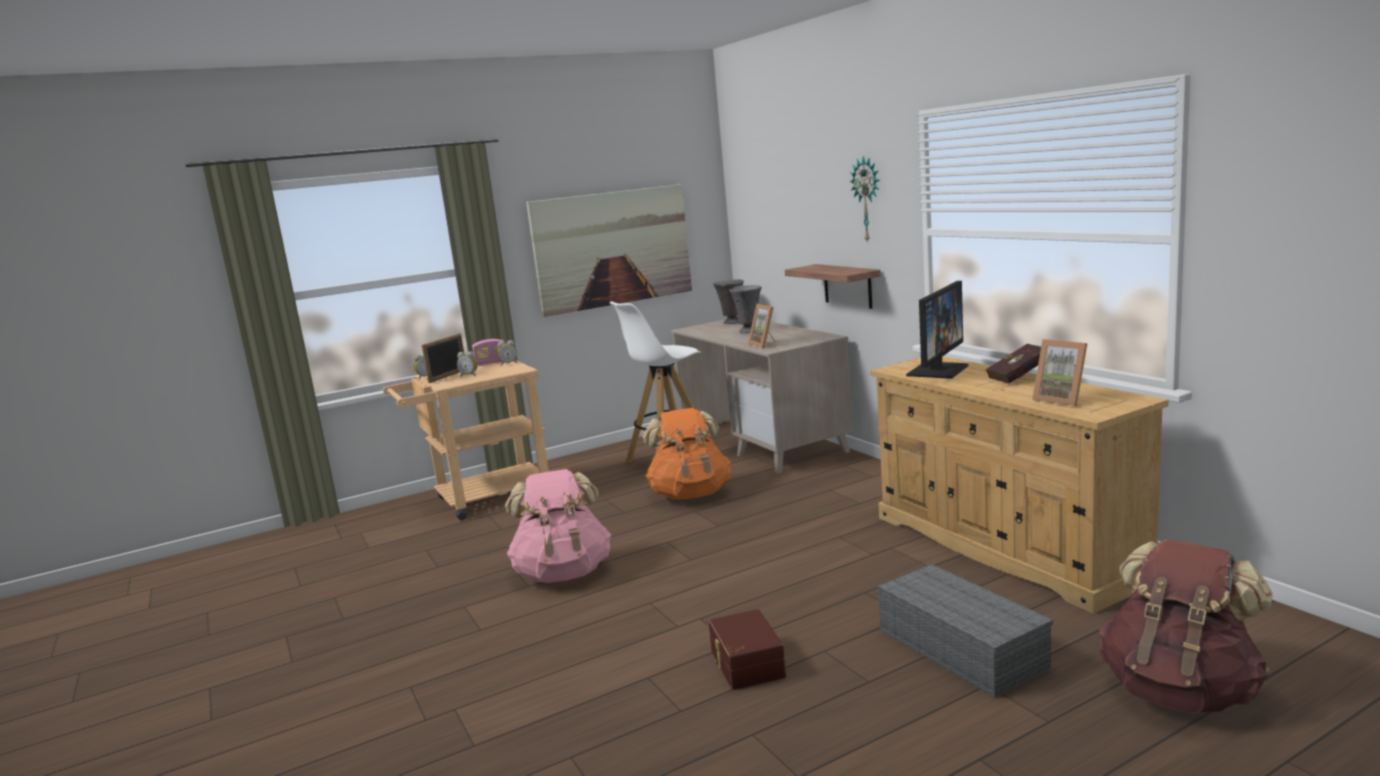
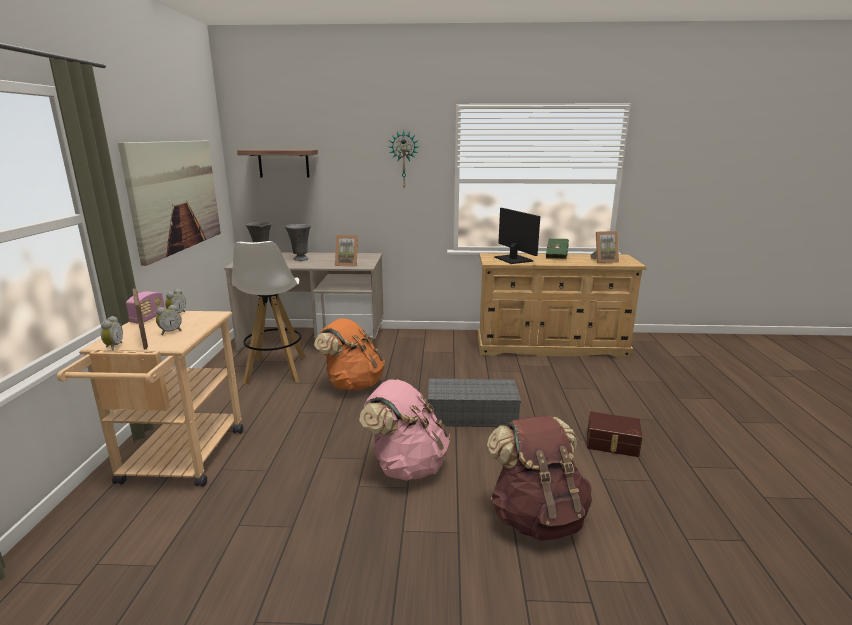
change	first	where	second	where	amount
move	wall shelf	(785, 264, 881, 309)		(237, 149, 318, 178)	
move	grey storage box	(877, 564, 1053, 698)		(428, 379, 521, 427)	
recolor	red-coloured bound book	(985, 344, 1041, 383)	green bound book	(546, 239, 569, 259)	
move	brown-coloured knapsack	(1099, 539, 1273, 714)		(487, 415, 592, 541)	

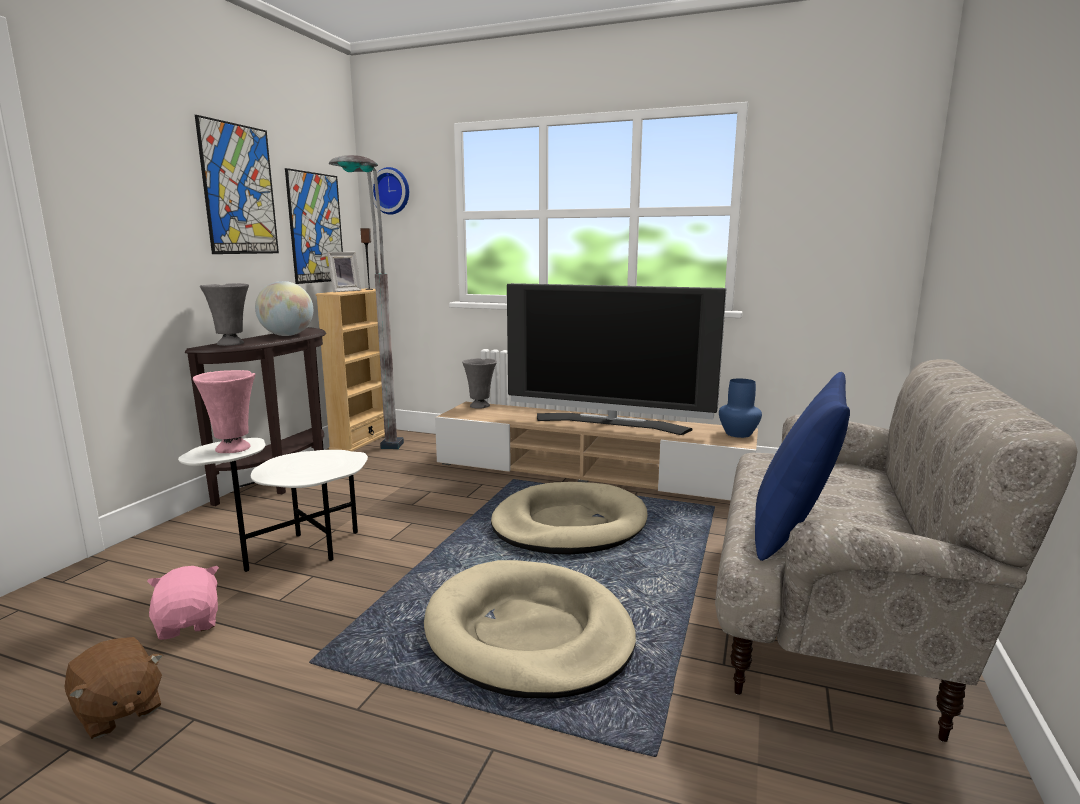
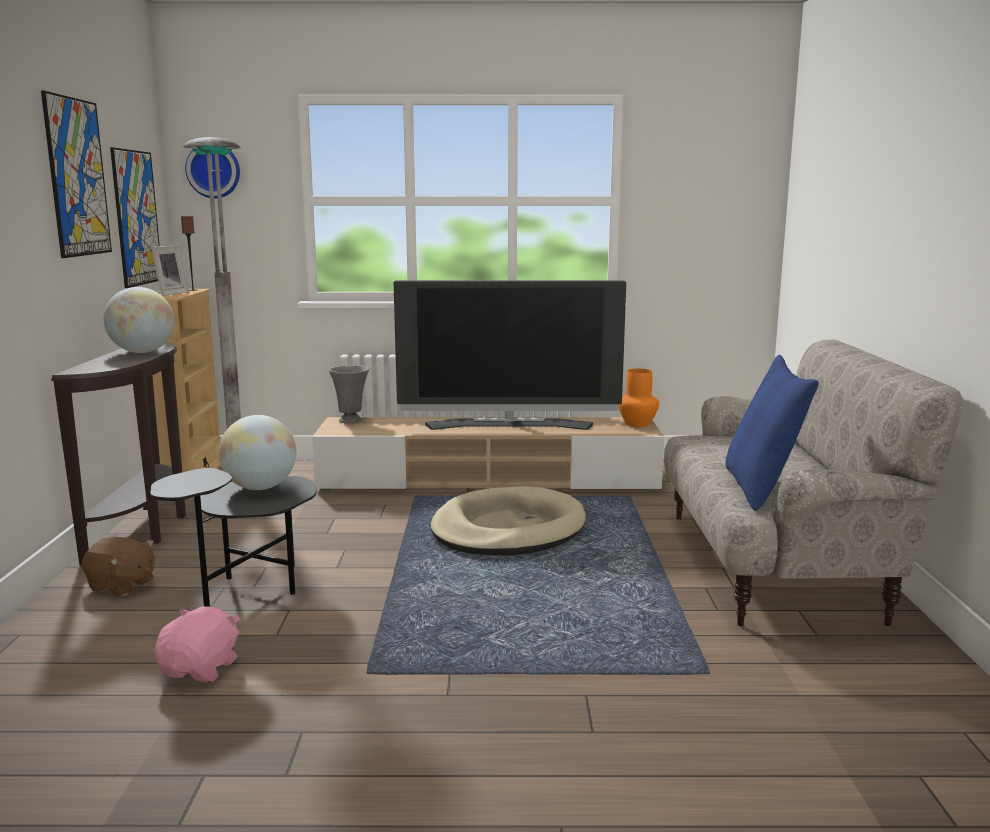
change	first	where	second	where	amount
move	brown-coloured soft toy	(65, 637, 163, 739)		(82, 537, 155, 596)	
rotate	pinkish soft toy	(147, 566, 219, 640)		(155, 606, 240, 683)	60 degrees clockwise
recolor	white end table	(178, 438, 368, 572)	black-coloured end table	(150, 468, 317, 607)	
delete	pinkish vase	(193, 370, 255, 453)			
delete	grey vase	(200, 283, 249, 346)			
delete	sand-coloured pet bed	(424, 560, 636, 698)			
recolor	blue vase	(719, 379, 762, 438)	orange-coloured vase	(619, 369, 659, 427)	
insert			world globe	(219, 415, 296, 490)	

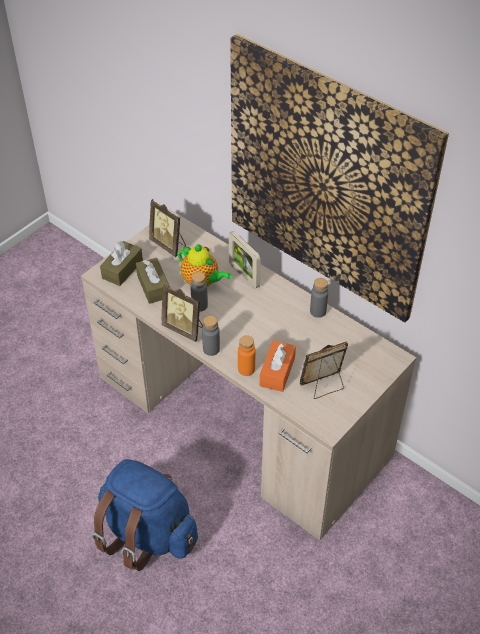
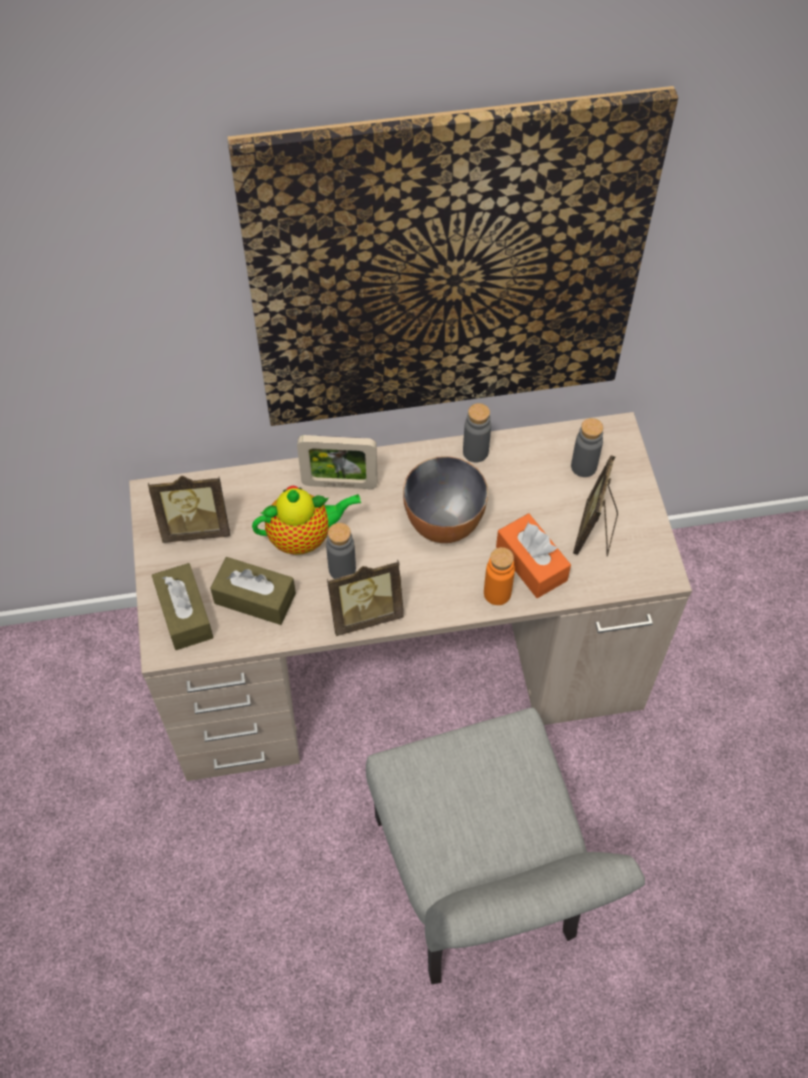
change	first	where	second	where	amount
replace	blue knapsack	(92, 459, 198, 571)	grey chair	(366, 708, 645, 984)	
move	grey bottle	(202, 316, 220, 356)		(571, 418, 603, 477)	
insert			serving bowl	(403, 456, 488, 543)	

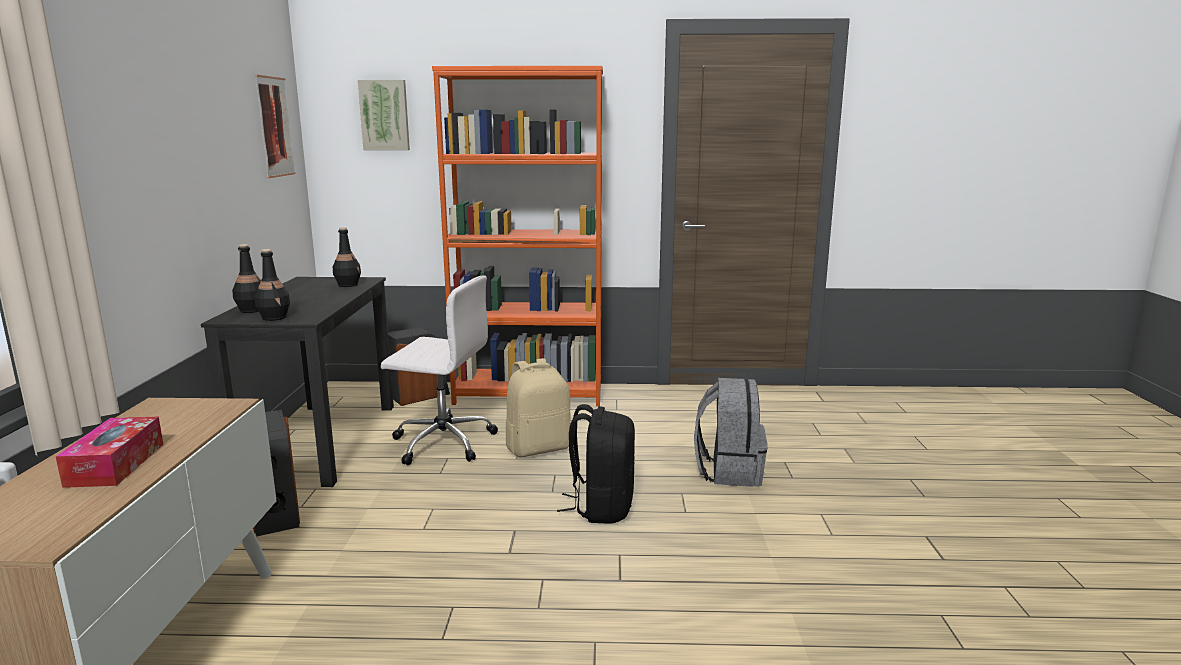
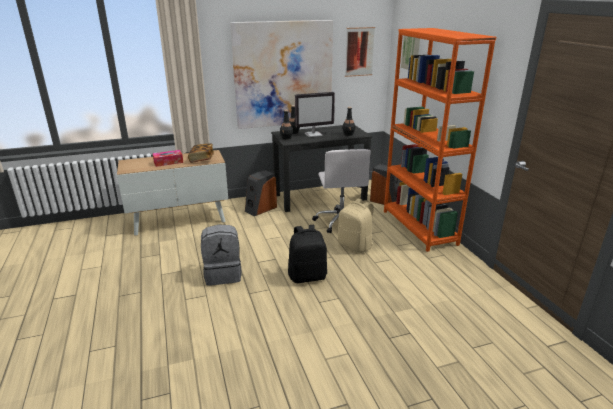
change	first	where	second	where	amount
move	grey knapsack	(694, 378, 768, 487)		(201, 224, 242, 286)	
insert			bound book	(188, 144, 214, 163)	
insert			wall art	(230, 20, 333, 129)	
insert			computer screen	(295, 92, 335, 137)	

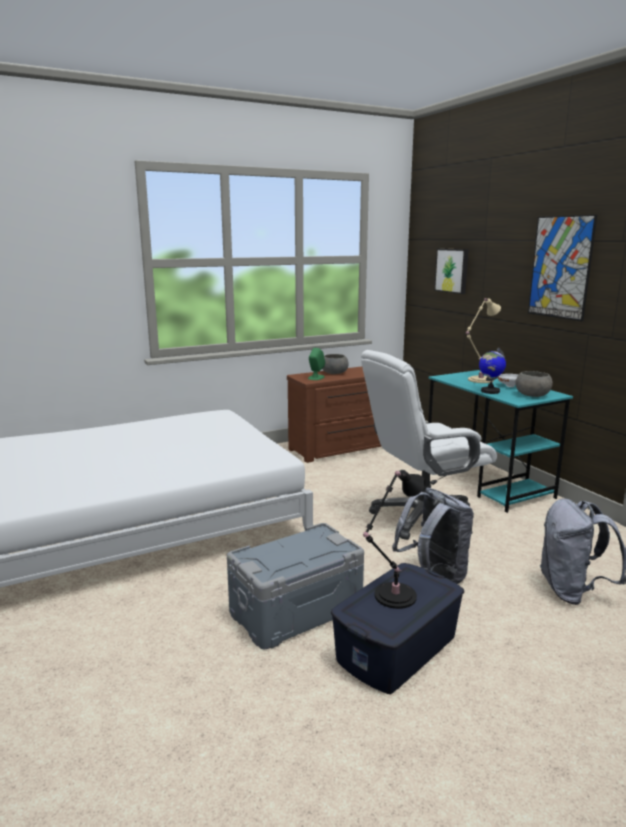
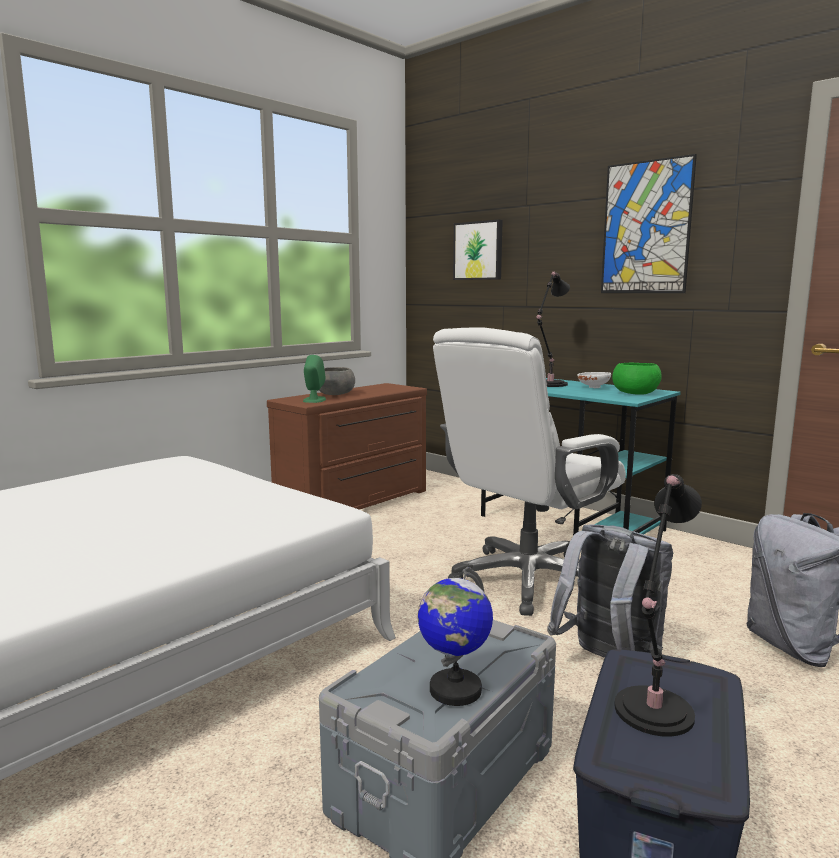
change	first	where	second	where	amount
recolor	sand-coloured lamp for a table	(466, 298, 501, 383)	black-coloured lamp for a table	(536, 272, 570, 387)	
move	world globe	(479, 348, 506, 394)		(418, 567, 493, 706)	
recolor	grey serving bowl	(515, 371, 553, 397)	green serving bowl	(612, 363, 662, 395)	

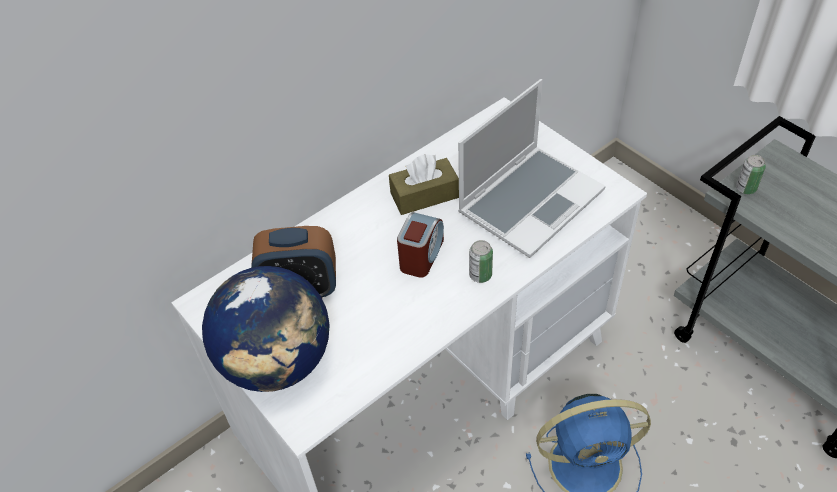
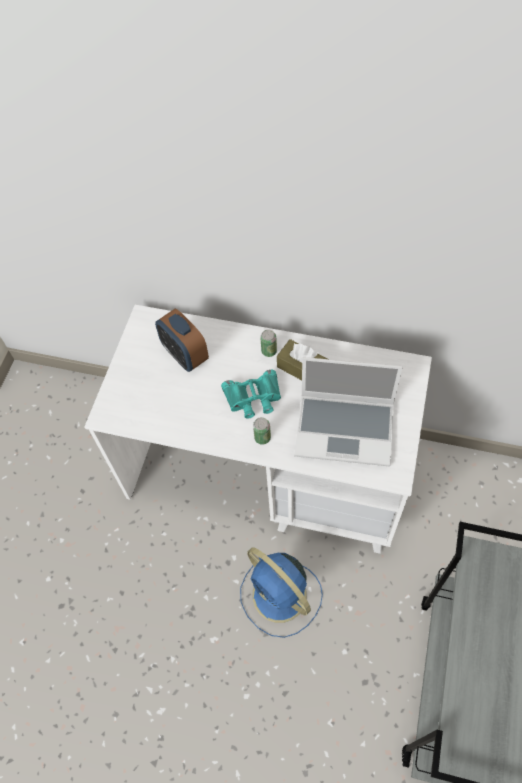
change	first	where	second	where	amount
delete	world globe	(202, 266, 329, 392)			
replace	table clock	(397, 212, 444, 278)	turquoise pair of binoculars	(221, 370, 281, 419)	
move	sealed can	(736, 155, 766, 194)		(260, 329, 277, 357)	

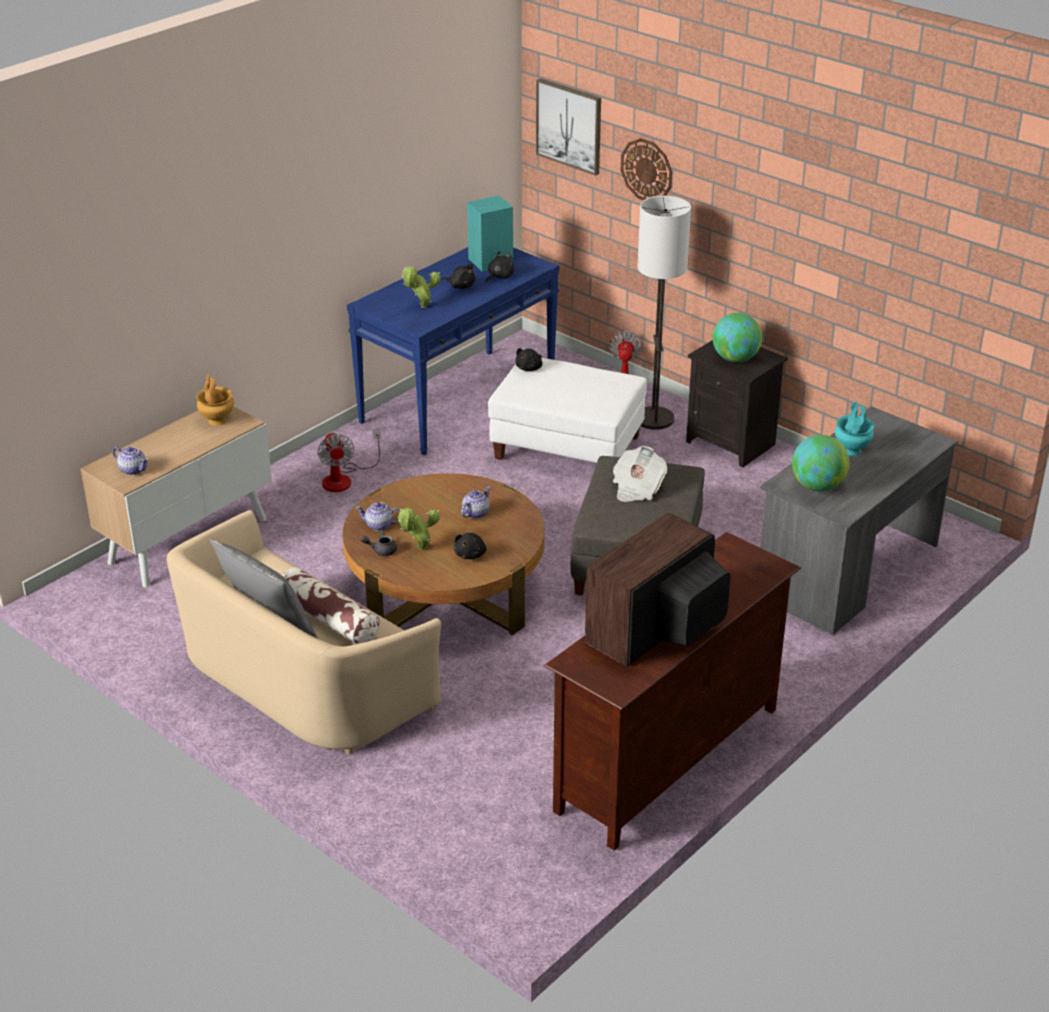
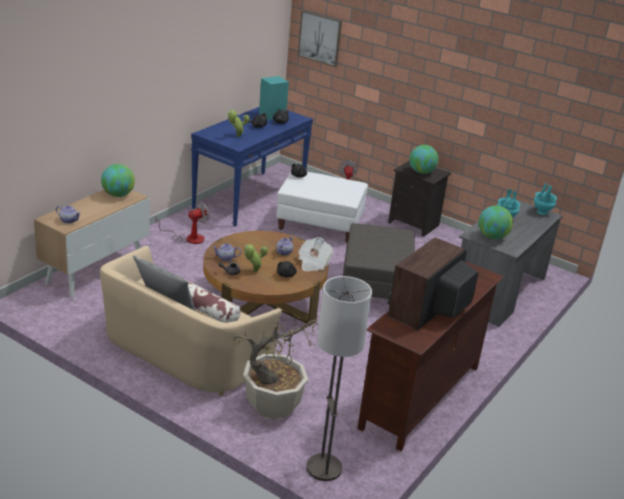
change	first	where	second	where	amount
replace	brown-coloured vase	(196, 374, 234, 426)	world globe	(101, 164, 135, 197)	
rotate	electric fan	(317, 428, 381, 492)		(155, 202, 210, 244)	105 degrees counterclockwise
move	newspaper	(613, 446, 668, 502)		(298, 237, 333, 271)	
delete	clock on the wall	(621, 138, 672, 200)			
move	standing lamp	(638, 196, 691, 430)		(306, 276, 372, 481)	
insert			potted plant	(233, 318, 317, 419)	
insert			turquoise vase	(534, 183, 557, 215)	

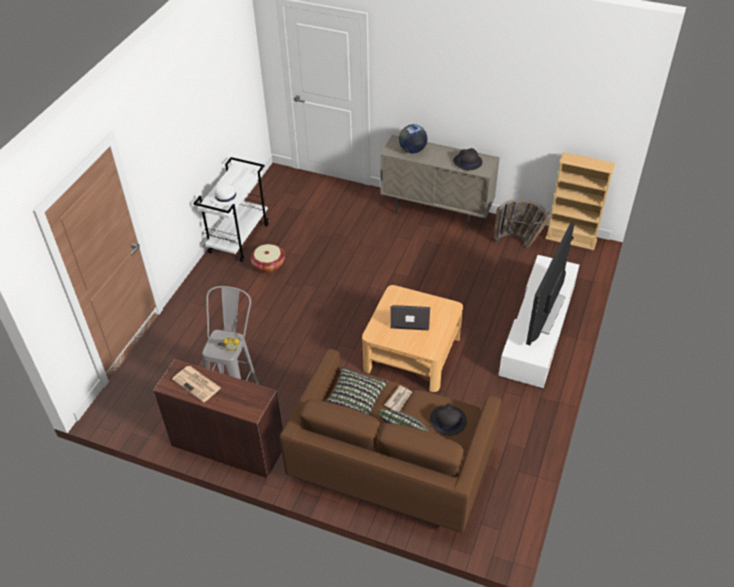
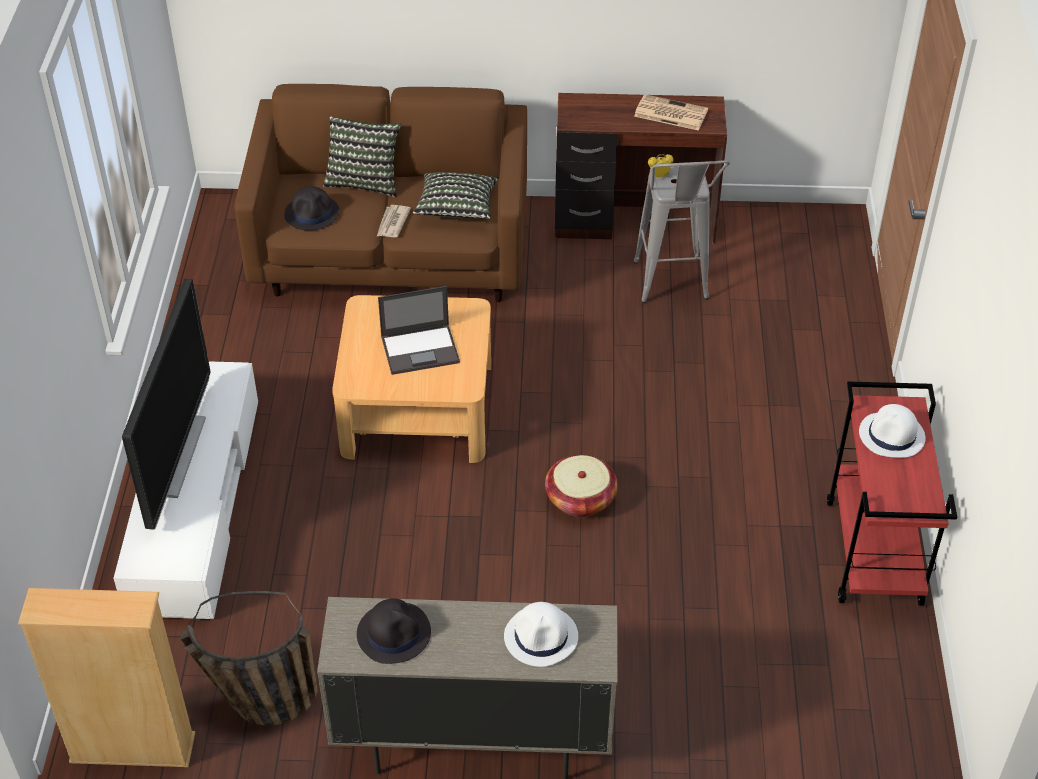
change	first	where	second	where	amount
recolor	white trolley	(193, 157, 269, 262)	red-coloured trolley	(827, 382, 957, 606)	
move	household basket	(251, 244, 285, 273)		(545, 455, 618, 517)	
replace	world globe	(399, 124, 427, 153)	white hat	(504, 602, 578, 667)	

